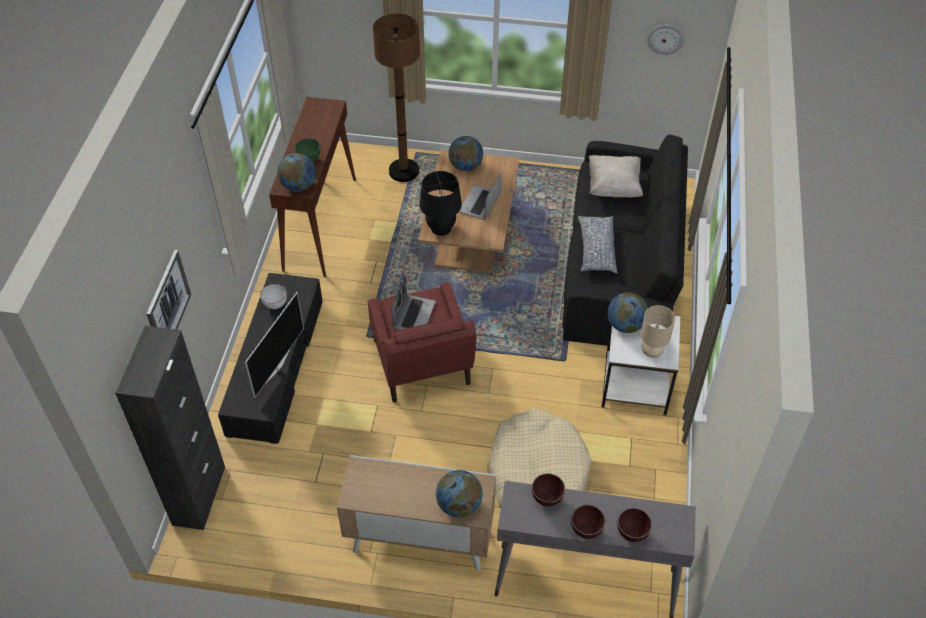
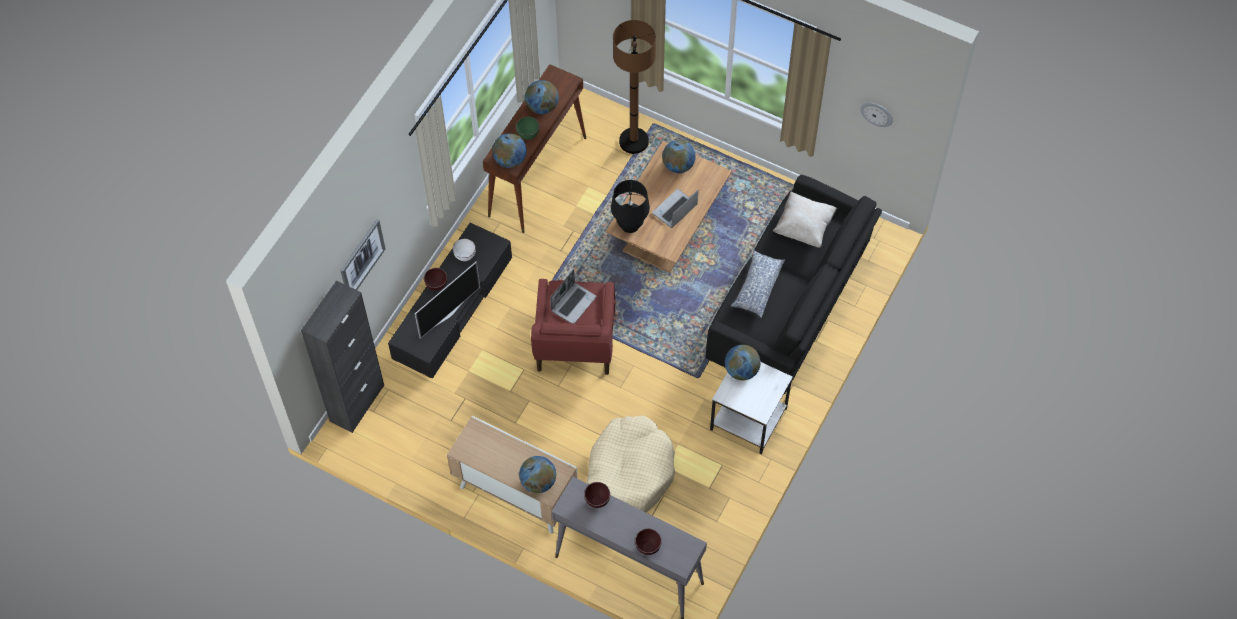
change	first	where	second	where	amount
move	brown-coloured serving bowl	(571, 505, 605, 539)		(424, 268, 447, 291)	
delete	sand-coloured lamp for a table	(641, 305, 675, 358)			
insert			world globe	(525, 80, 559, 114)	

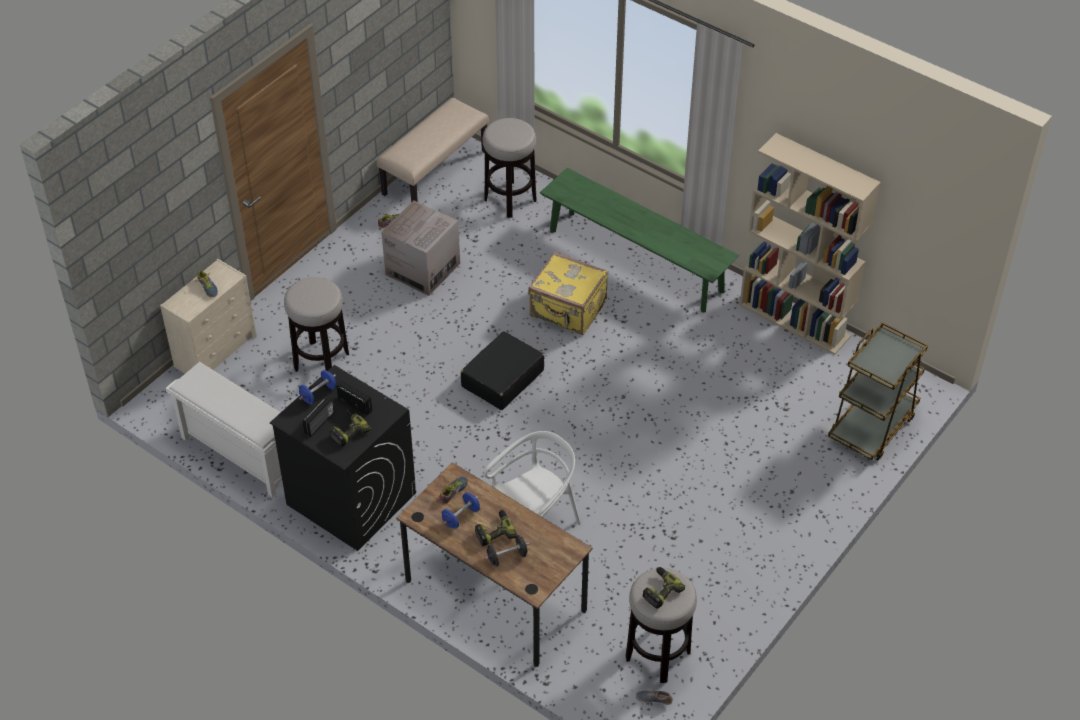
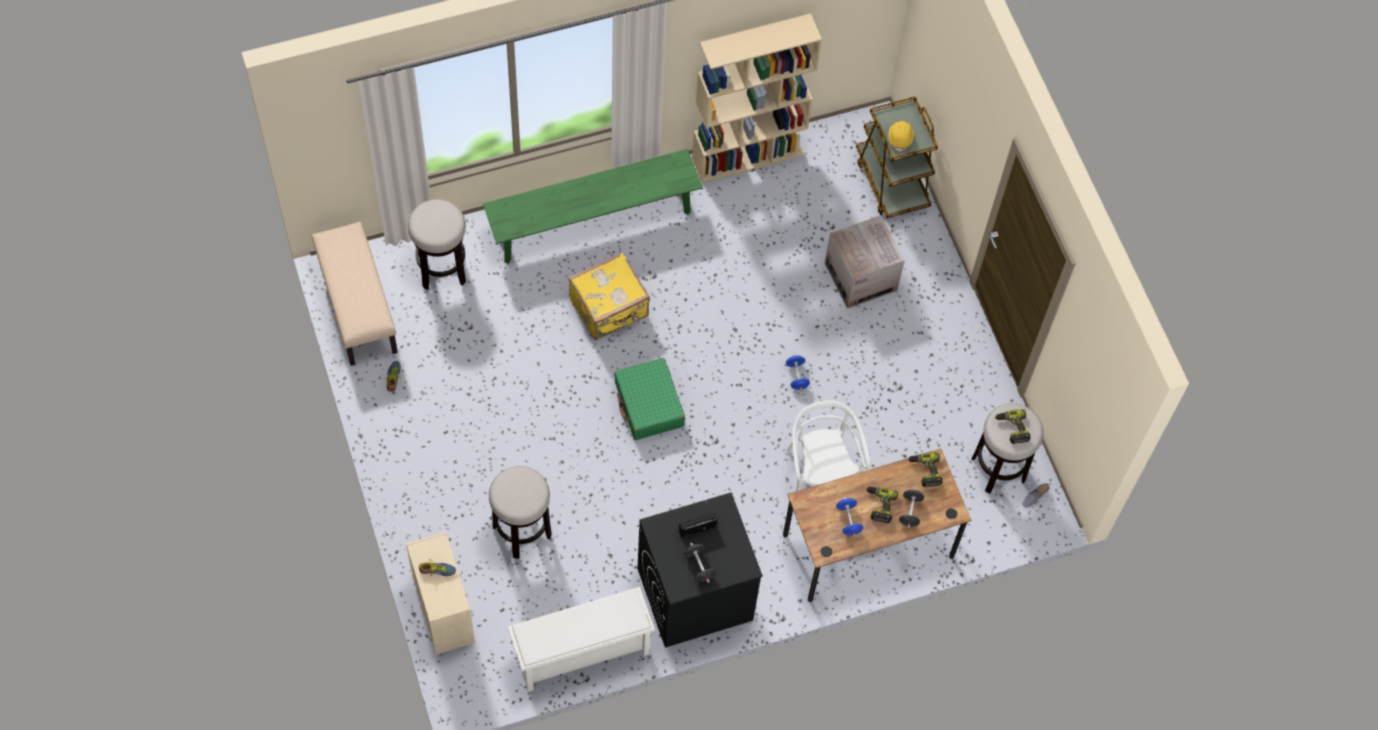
change	first	where	second	where	amount
move	blue dumbbell	(299, 370, 336, 404)		(786, 354, 810, 391)	
replace	radio set	(303, 396, 334, 437)	black-coloured dumbbell	(684, 543, 715, 583)	
move	power drill	(329, 409, 371, 447)		(908, 453, 942, 487)	
move	packing box	(381, 200, 460, 296)		(825, 215, 905, 308)	
delete	low shoe	(439, 477, 468, 504)			
recolor	black-coloured piece of luggage	(461, 331, 544, 410)	green piece of luggage	(614, 358, 685, 440)	
insert			yellow-coloured hard hat	(889, 121, 914, 152)	

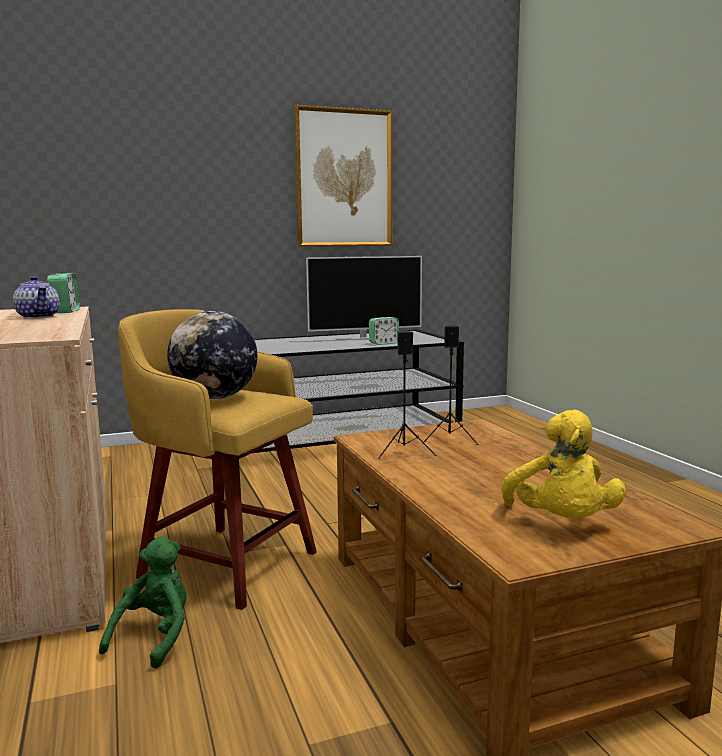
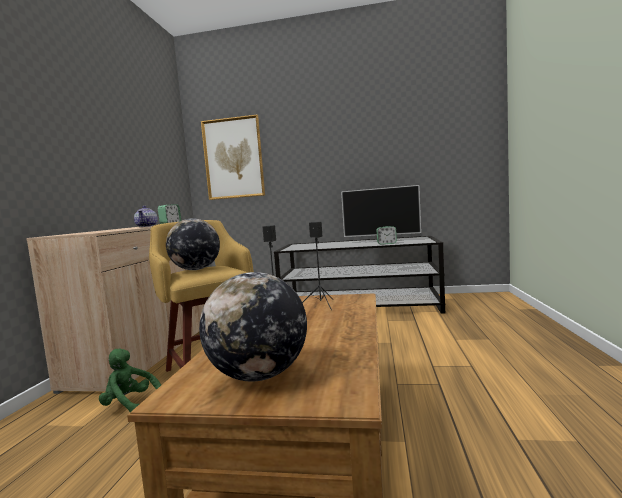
change	first	where	second	where	amount
rotate	green soft toy	(99, 536, 187, 669)		(99, 349, 161, 412)	120 degrees counterclockwise
move	wall art	(294, 105, 392, 247)		(201, 115, 265, 200)	
replace	yellow-coloured soft toy	(501, 410, 626, 518)	world globe	(199, 272, 307, 382)	

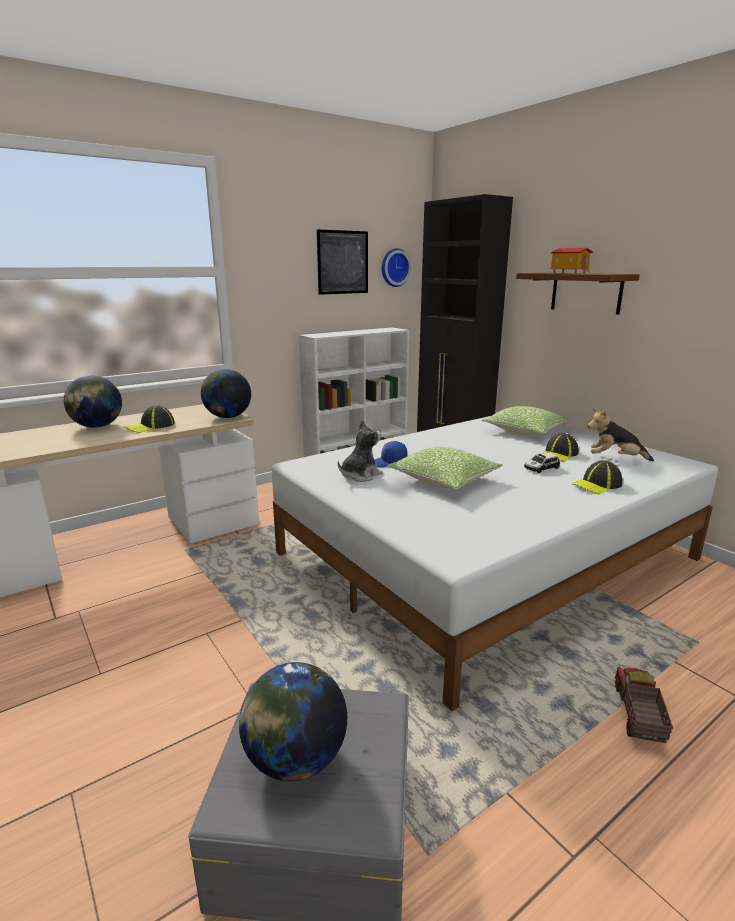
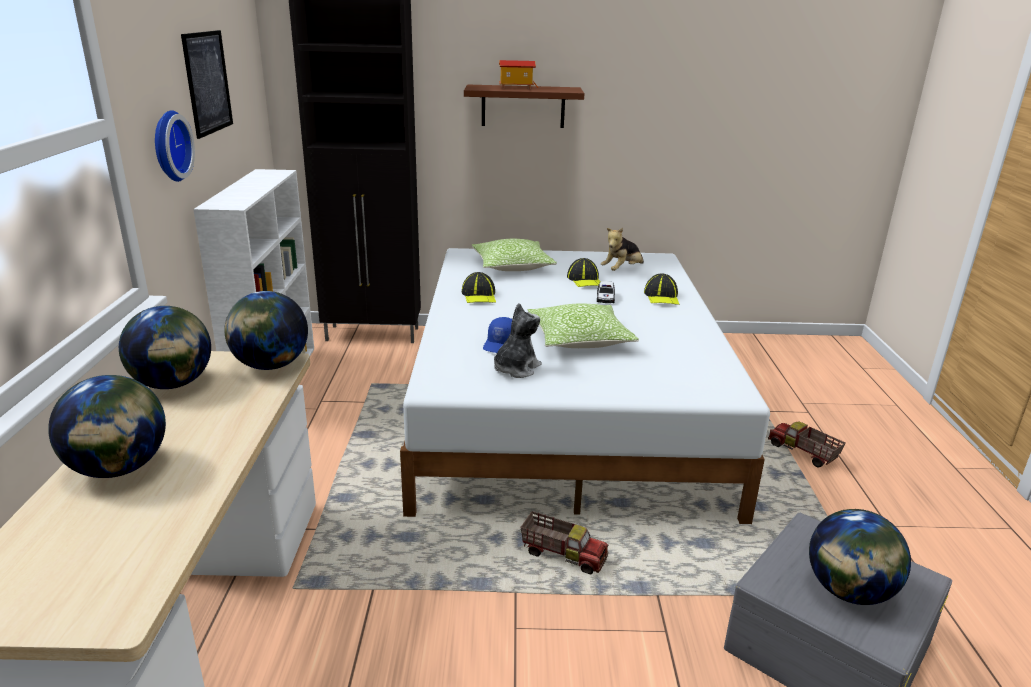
change	first	where	second	where	amount
move	peaked cap	(125, 405, 175, 433)		(462, 272, 496, 303)	
rotate	soft toy	(338, 420, 383, 482)		(494, 303, 542, 378)	45 degrees clockwise
move	clock on the wall	(382, 248, 411, 287)		(155, 110, 195, 182)	
insert			world globe	(119, 306, 211, 389)	
insert			toy lorry	(520, 511, 608, 574)	

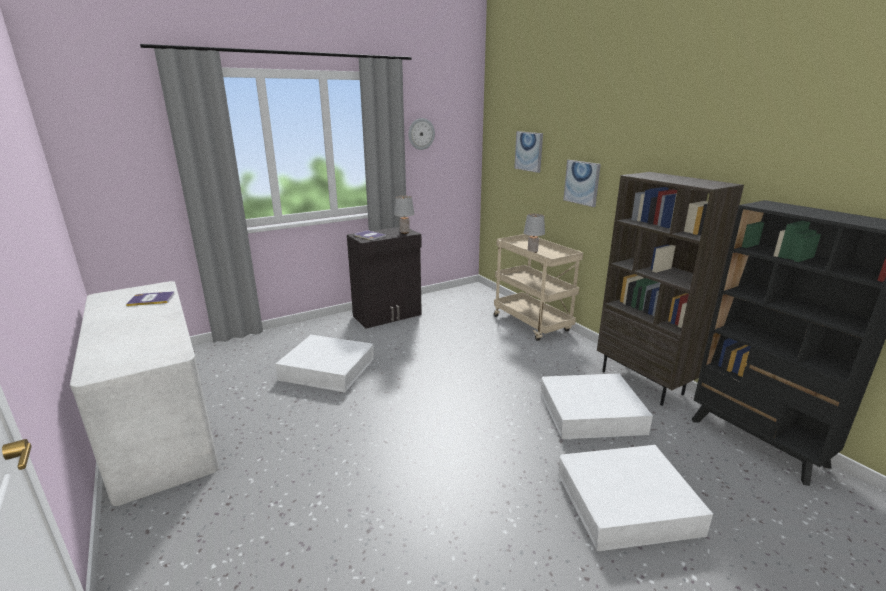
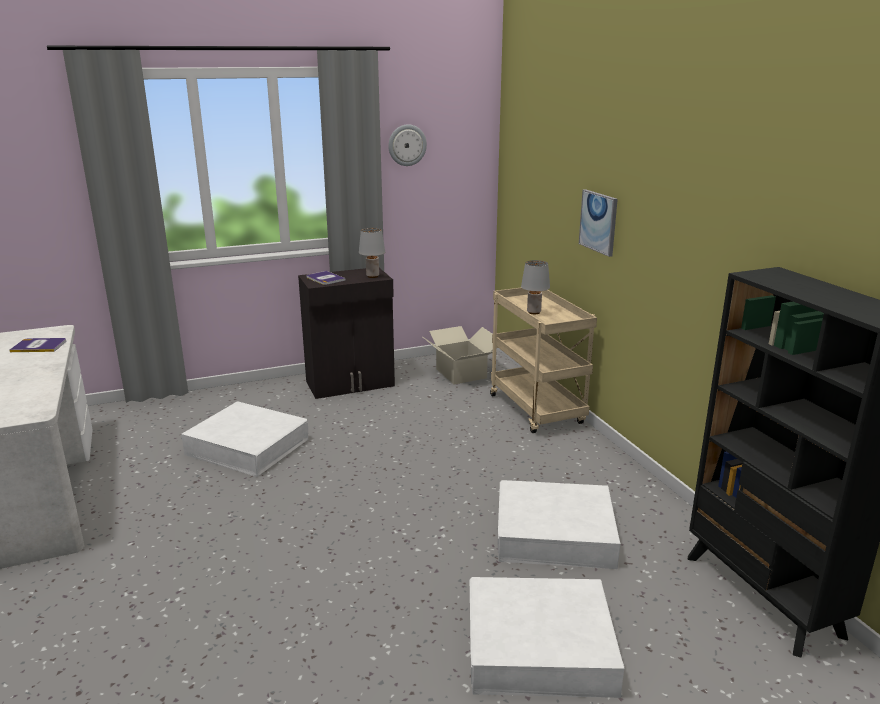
change	first	where	second	where	amount
delete	wall art	(514, 131, 543, 173)			
delete	brown-coloured bookcase	(597, 172, 744, 406)			
insert			packing box	(423, 326, 493, 385)	

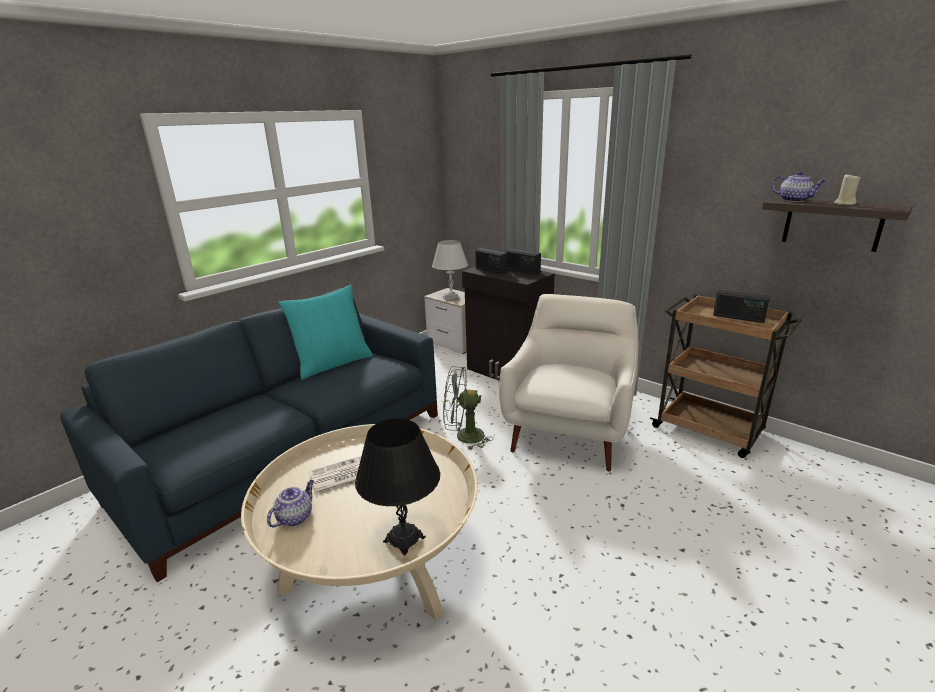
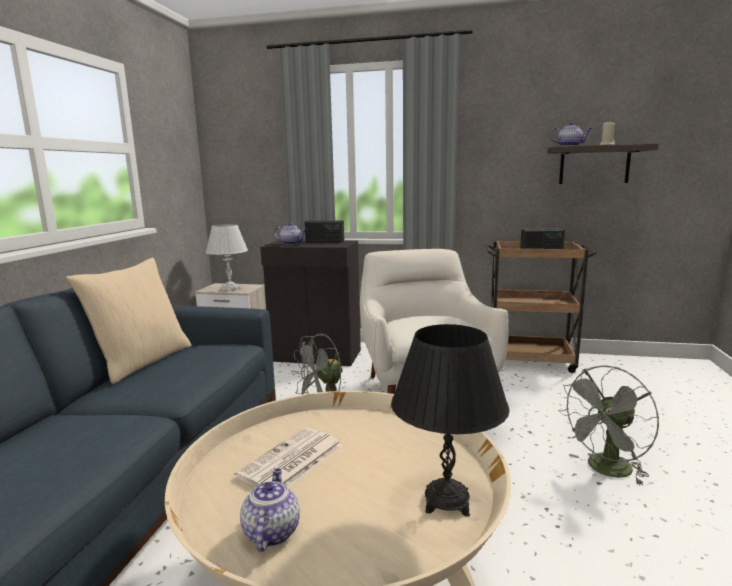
change	first	where	second	where	amount
recolor	turquoise pillow	(278, 285, 373, 380)	sand-coloured pillow	(66, 258, 191, 384)	
replace	radio set	(475, 248, 508, 274)	tea pot	(274, 223, 307, 245)	
insert			grey electric fan	(558, 366, 659, 486)	

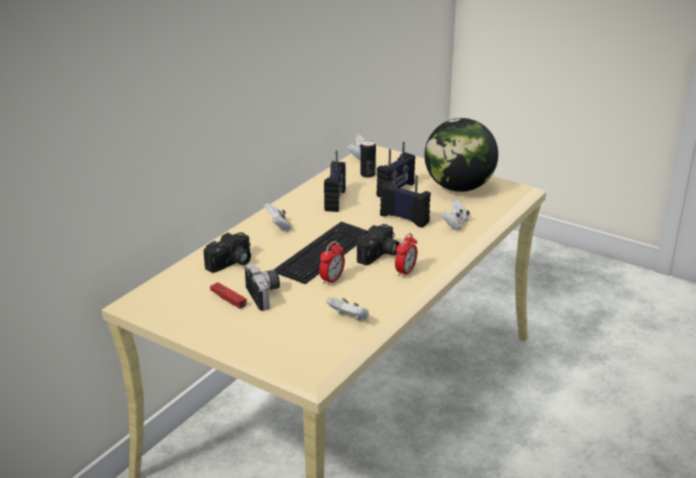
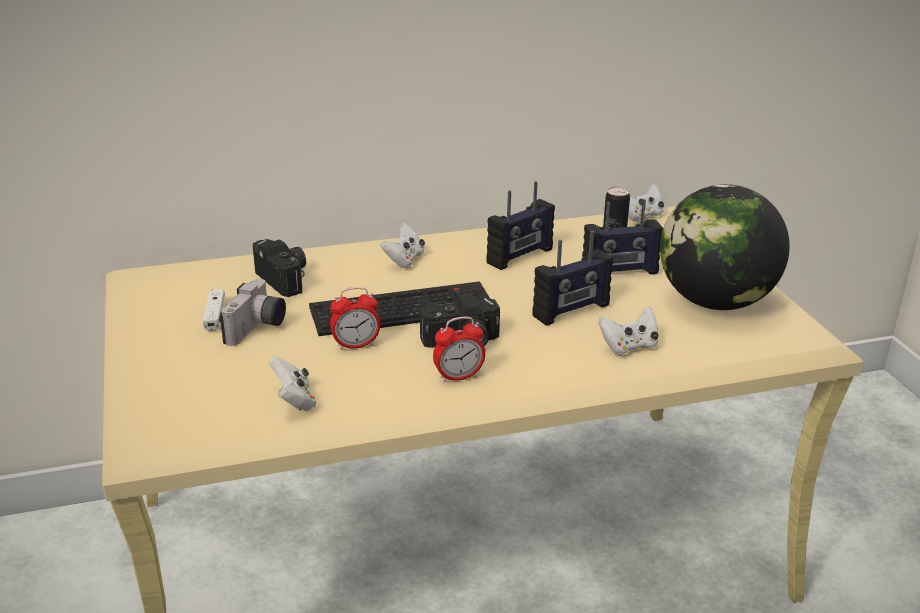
change	first	where	second	where	amount
rotate	still camera	(204, 232, 251, 273)		(253, 239, 306, 297)	120 degrees counterclockwise
recolor	red-coloured joypad	(210, 282, 247, 309)	white joypad	(203, 289, 225, 331)	
rotate	radio set	(380, 169, 431, 228)		(532, 231, 613, 326)	75 degrees clockwise

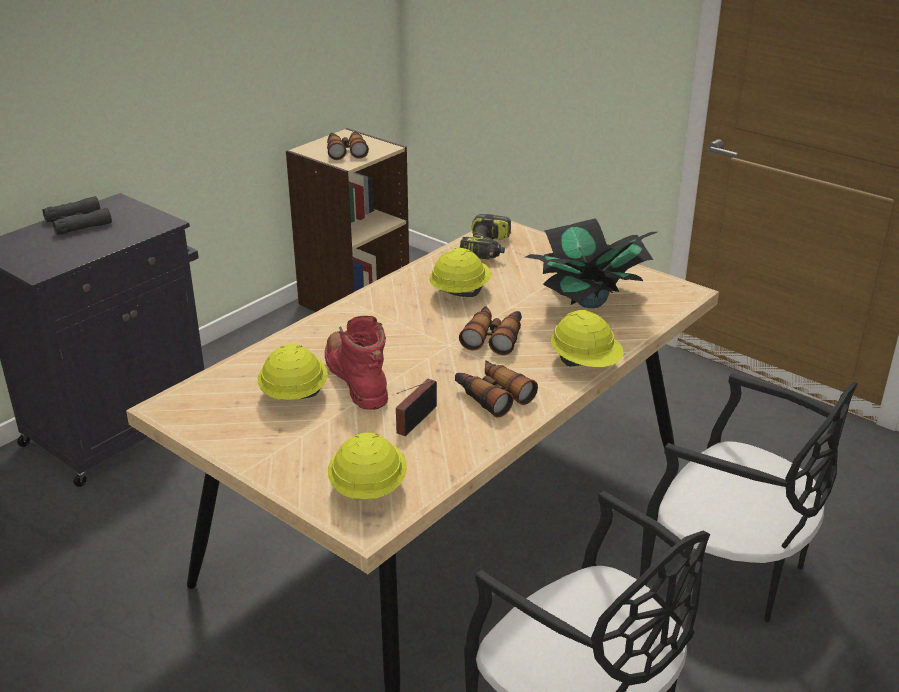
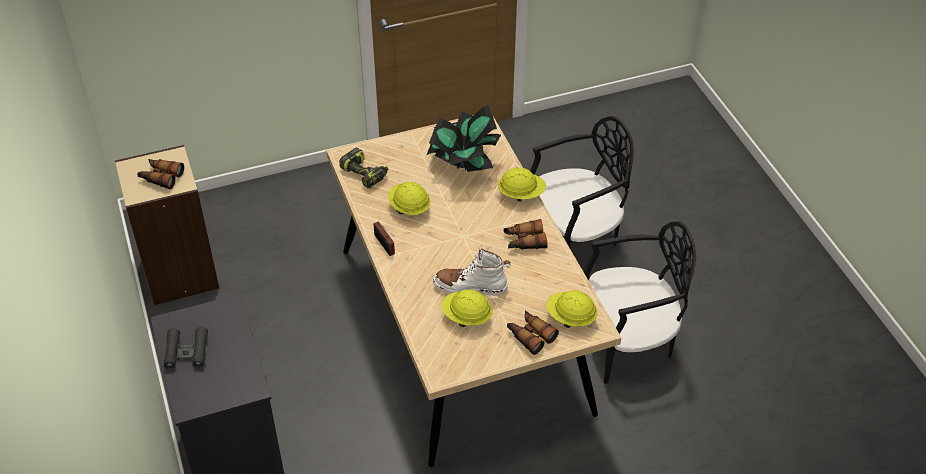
change	first	where	second	where	amount
recolor	red-coloured boot	(325, 316, 388, 410)	white boot	(433, 248, 511, 296)	
move	radio set	(396, 379, 437, 436)		(374, 221, 395, 256)	
move	pair of binoculars	(459, 306, 522, 355)		(507, 311, 559, 355)	

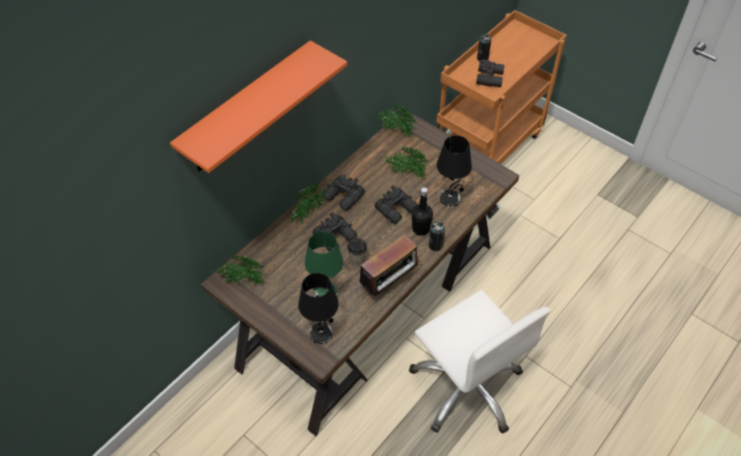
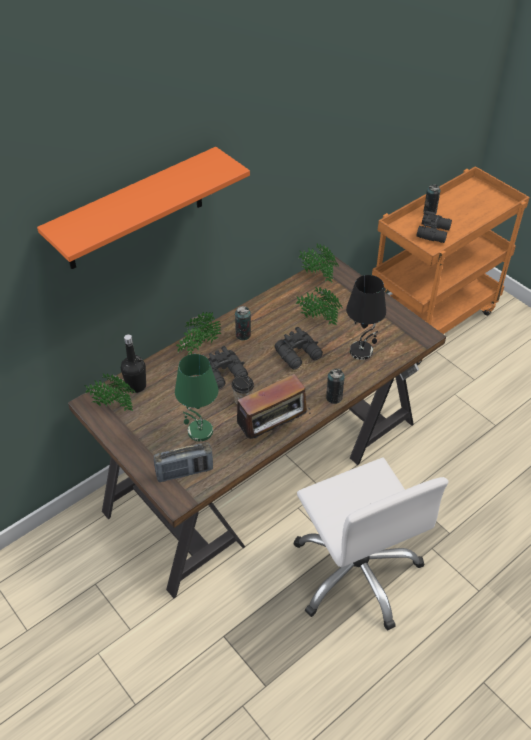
change	first	where	second	where	amount
replace	black-coloured lamp for a table	(298, 273, 339, 345)	radio set	(153, 442, 213, 482)	
replace	black-coloured pair of binoculars	(322, 174, 365, 211)	sealed can	(235, 306, 251, 340)	
move	black-coloured bottle	(411, 187, 433, 236)		(121, 334, 146, 393)	

